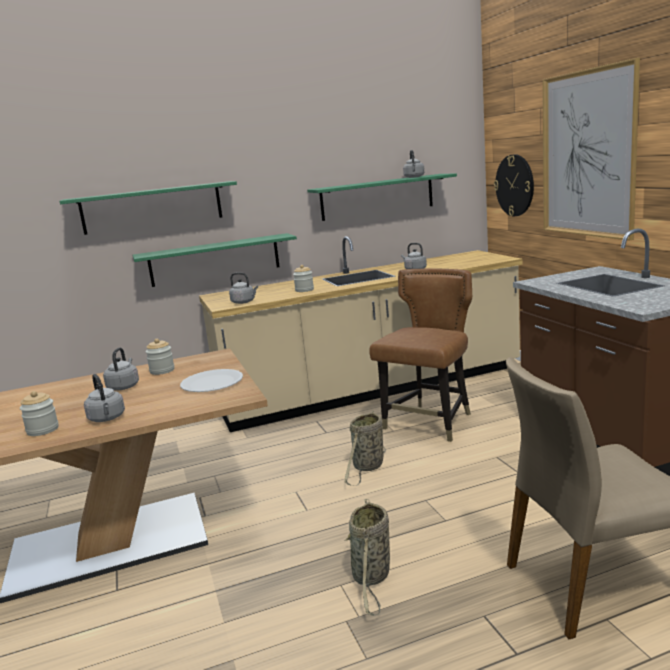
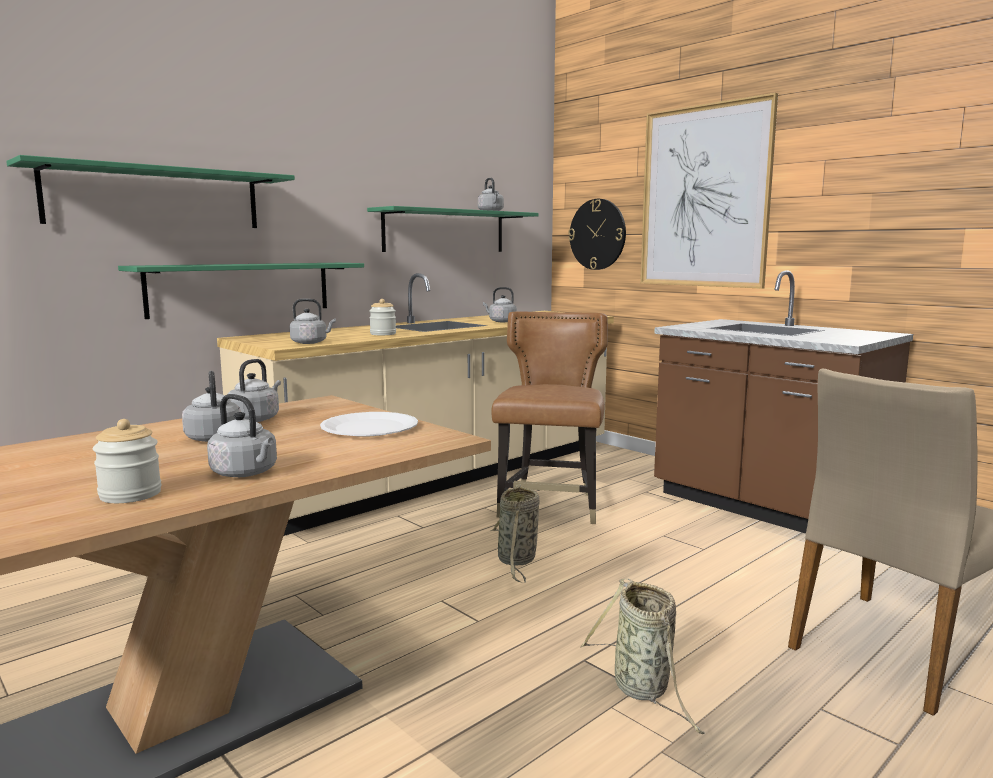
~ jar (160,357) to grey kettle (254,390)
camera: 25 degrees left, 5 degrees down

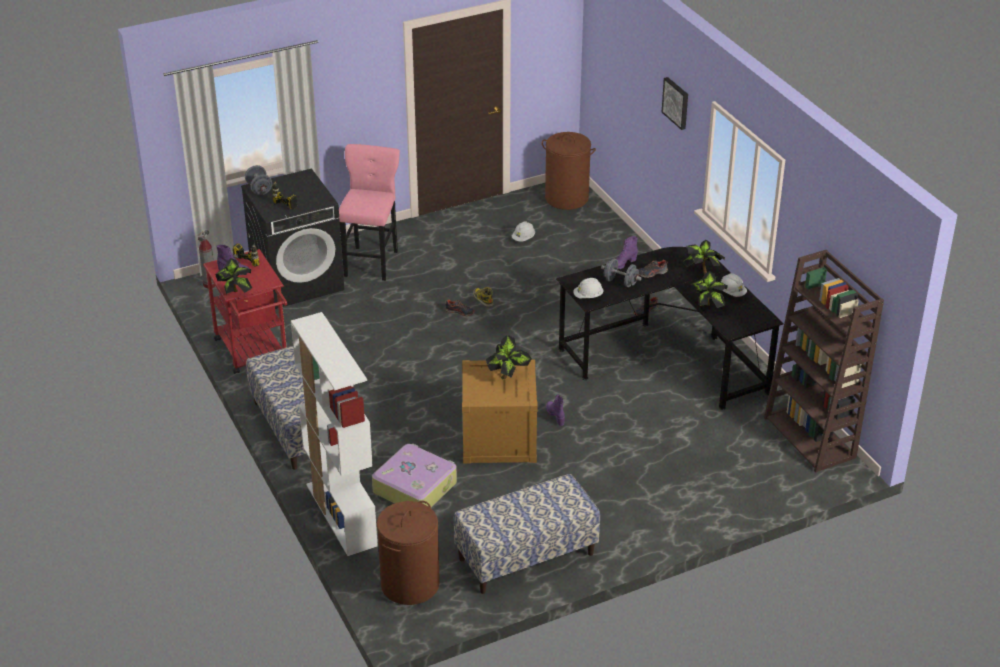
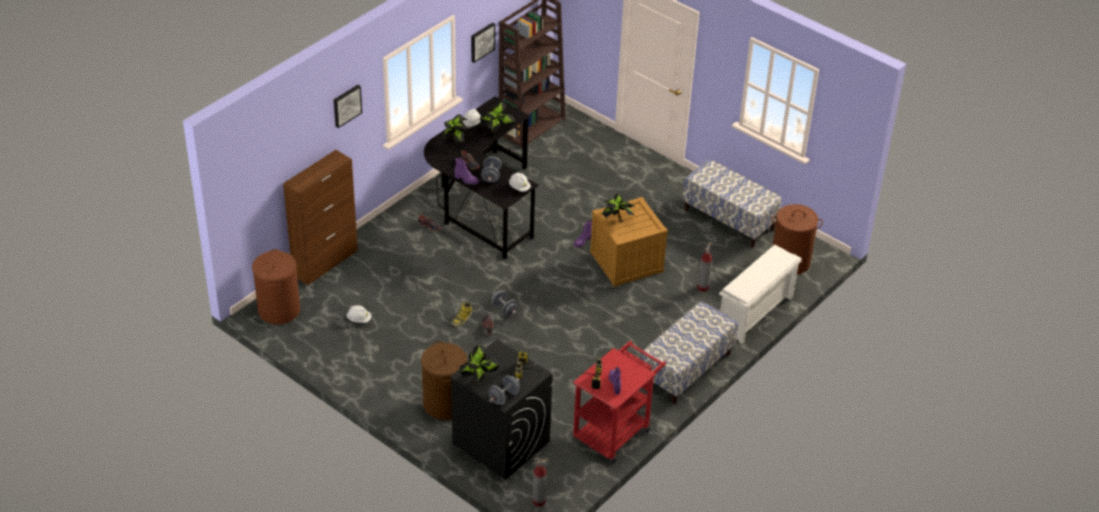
+ brown cabinet (320,217)
~ pink stool (369,212) to brown laundry basket (444,380)
~ potted plant (233,276) to (479,363)
+ picture (483,43)
+ grey dumbbell (505,303)
~ suitcase (414,475) to fire extinguisher (704,266)
~ white bookcase (334,434) to white shoe rack (760,294)
camera: 115 degrees left, 5 degrees up

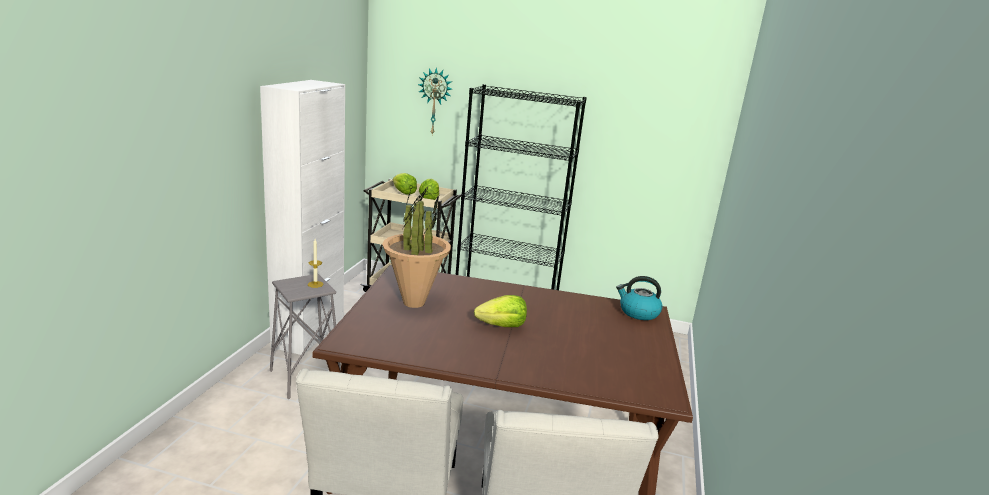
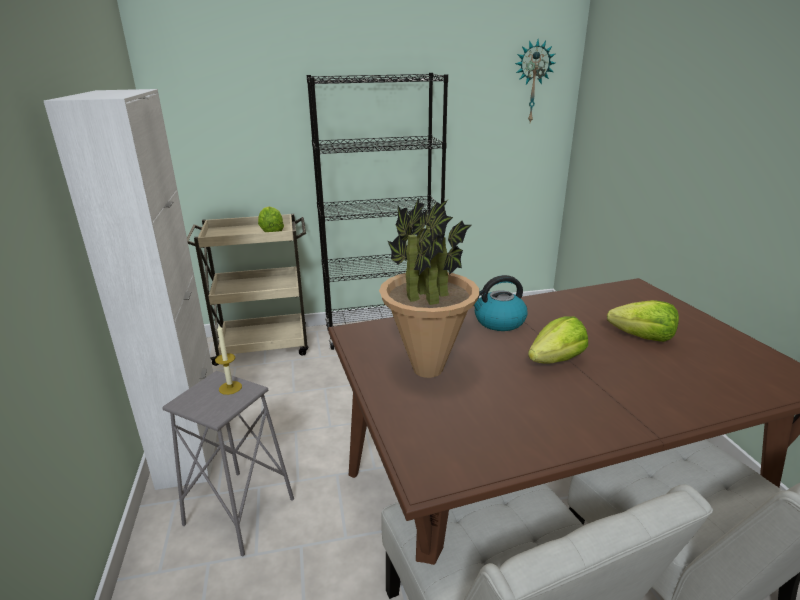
~ kettle (639,298) to (501,303)
~ wall clock (435,101) to (535,80)
~ lettuce (405,184) to (643,321)
camera: 25 degrees left, 5 degrees up

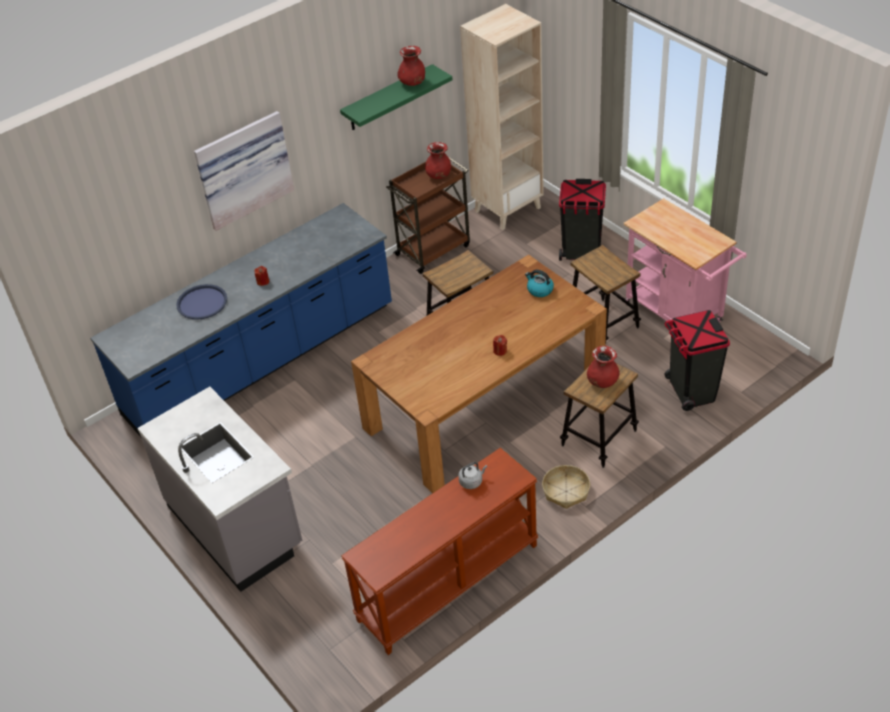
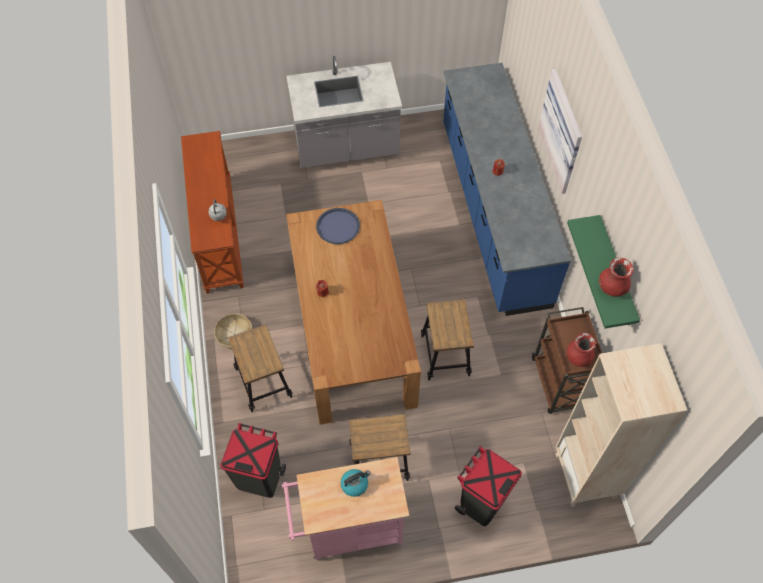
~ blue tray (201,302) to (338,226)
~ kettle (539,283) to (356,483)
- red vase (603,367)
camera: 115 degrees right, 15 degrees up

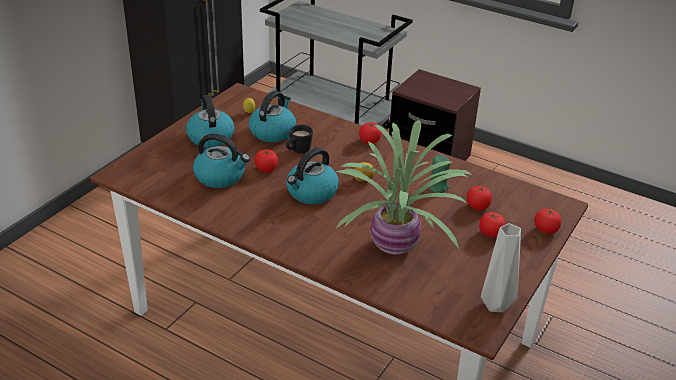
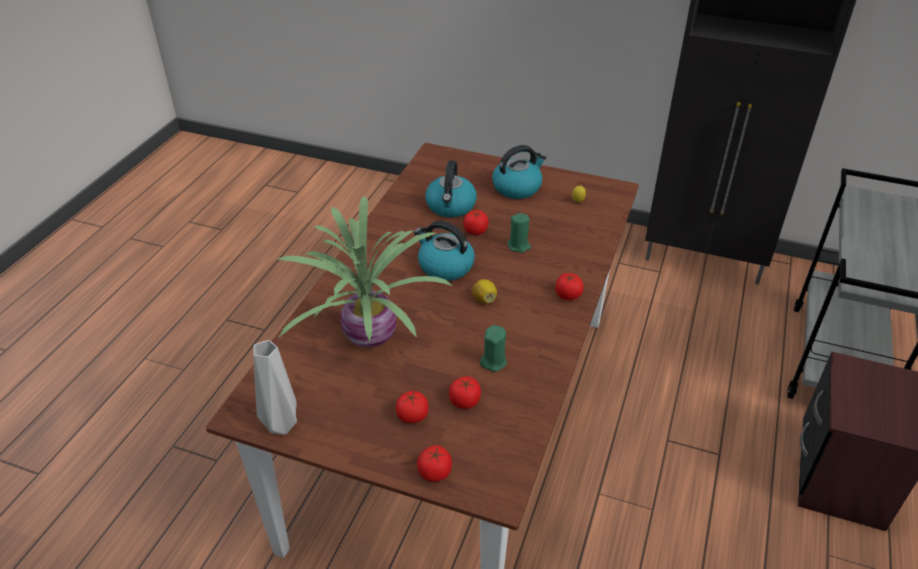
~ black mug (299,139) to green candle (519,233)
- kettle (272,116)
camera: 80 degrees right, 5 degrees up

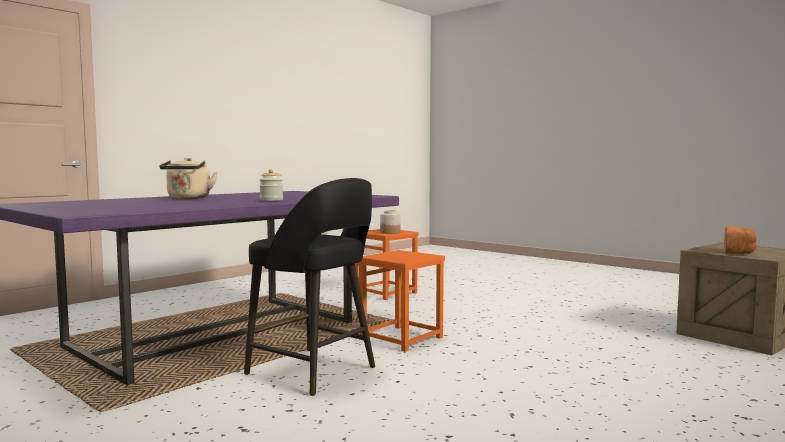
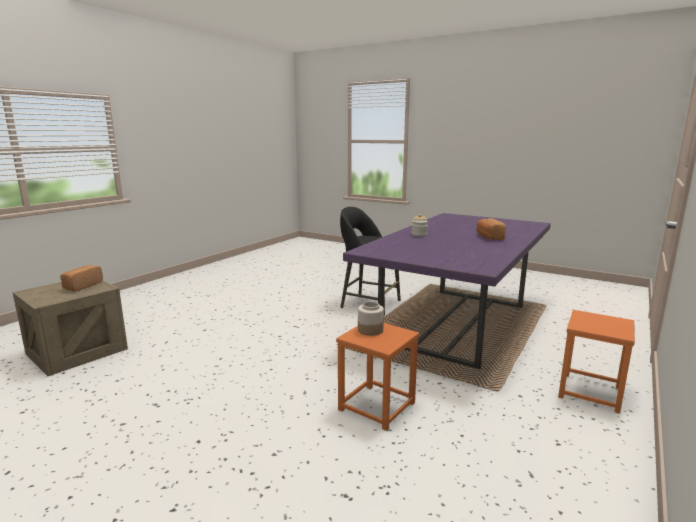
~ beige kettle (189,178) to bread (491,229)
~ orange stool (402,301) to (596,362)
camera: 170 degrees right, 10 degrees up

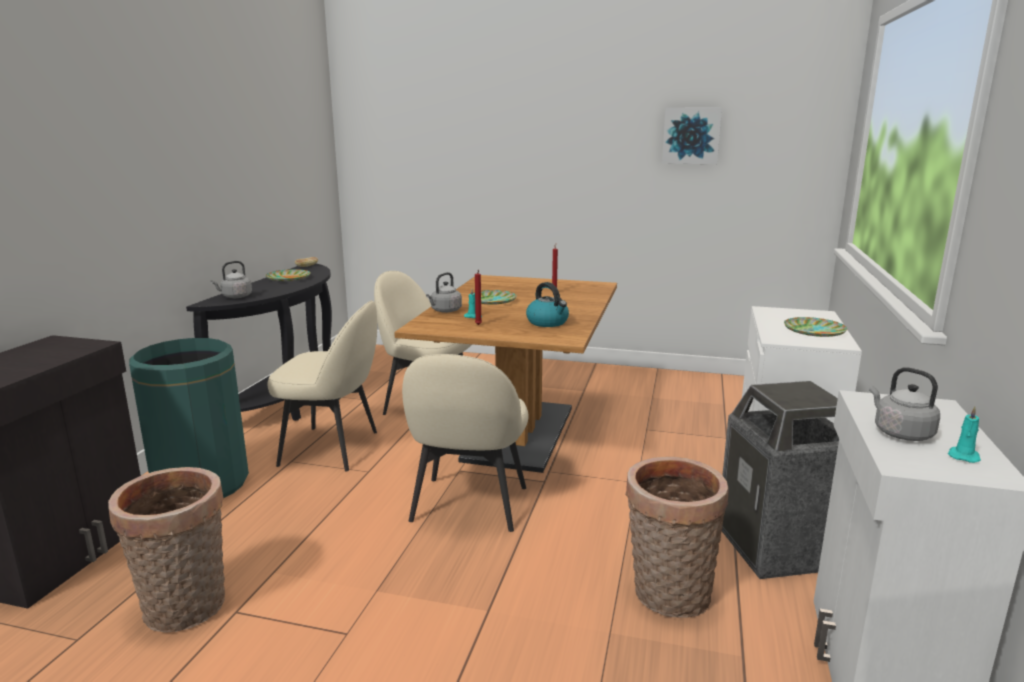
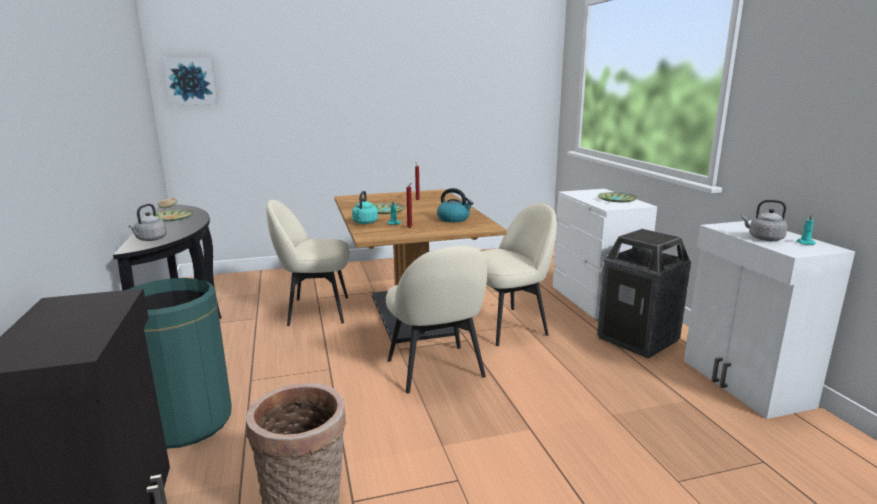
~ picture (692,135) to (190,81)
~ grey kettle (444,292) to turquoise kettle (365,207)
~ beige chair (322,385) to (519,274)
- basket (677,537)
camera: 30 degrees left, 0 degrees up

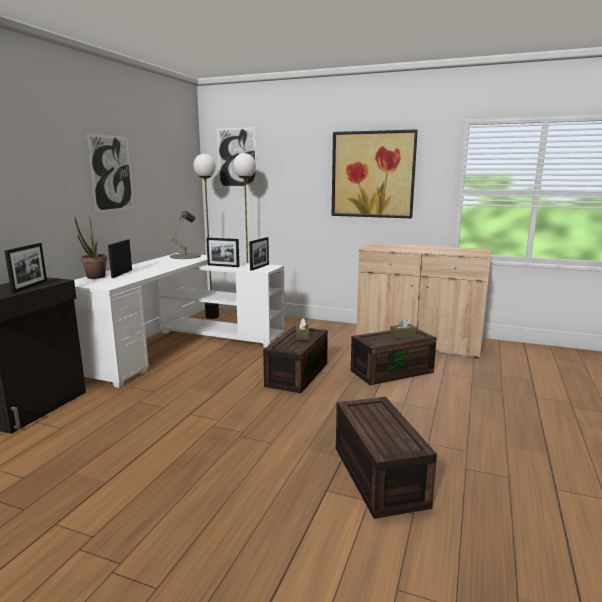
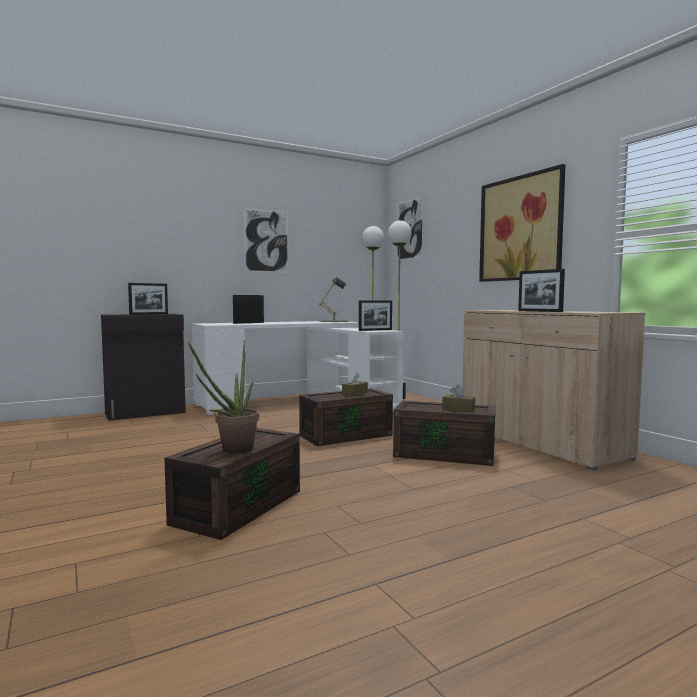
~ potted plant (90,246) to (223,397)
~ picture frame (222,252) to (541,290)
camera: 40 degrees right, 10 degrees down

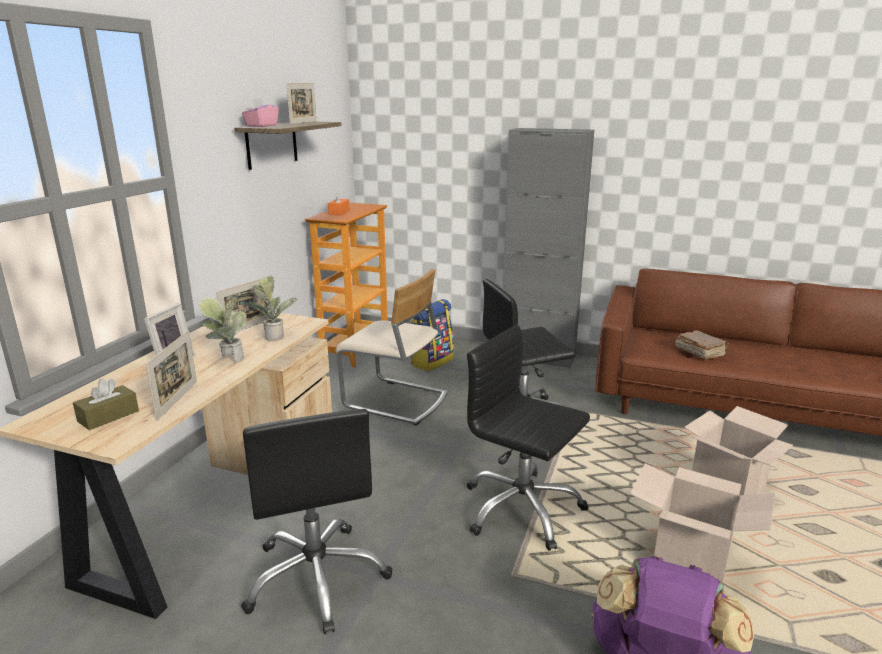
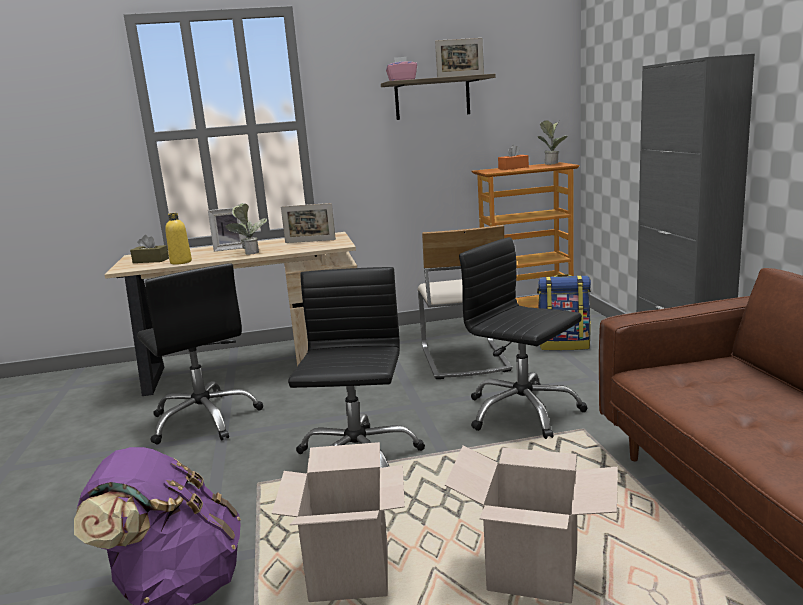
~ black office chair (316,521) = (200,354) 75 degrees counterclockwise
~ picture frame (171,375) to yellow bottle (178,239)
~ potted plant (271,308) to (553,142)
- brown book (702,345)
camera: 60 degrees right, 5 degrees down

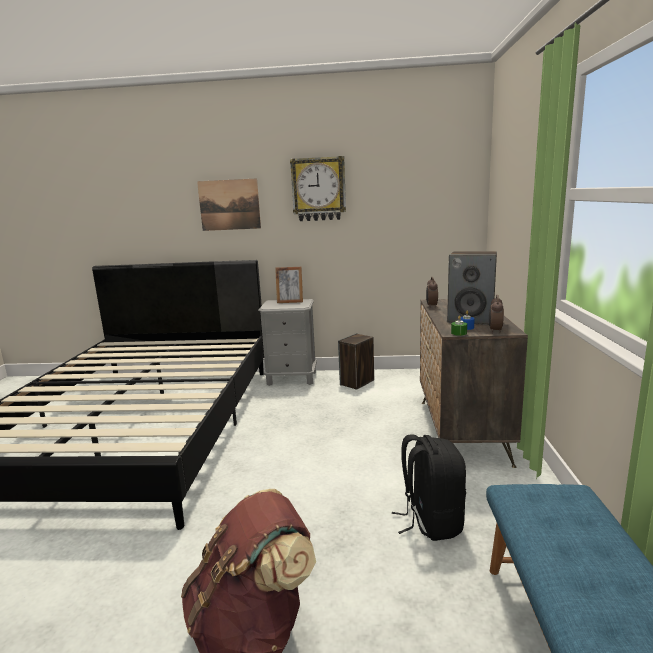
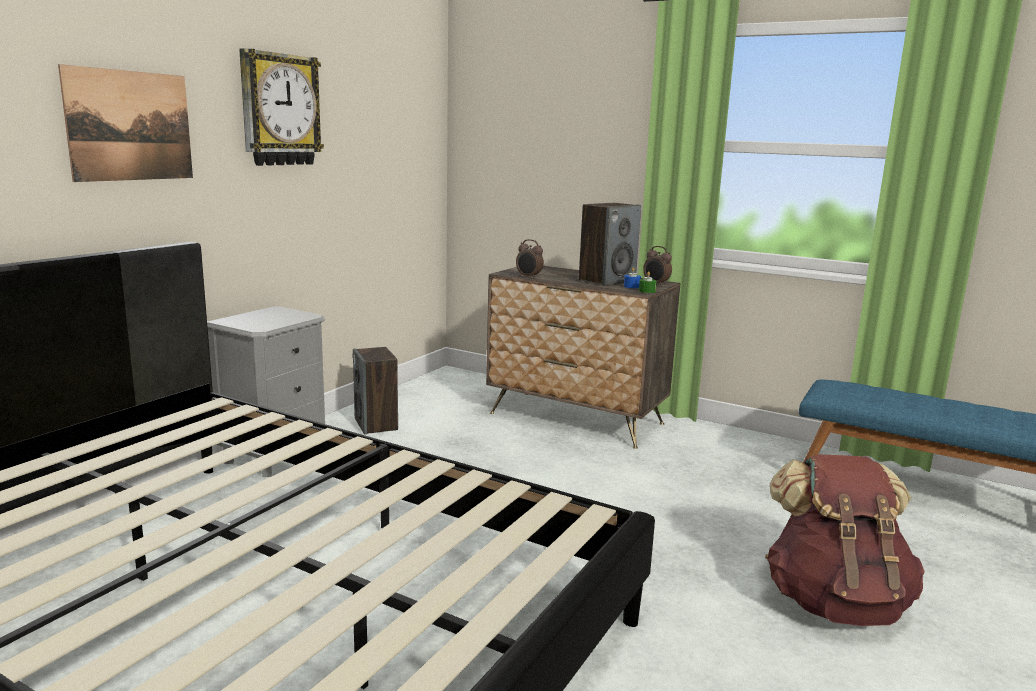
- picture frame (289,285)
- black backpack (429,487)
camera: 65 degrees left, 0 degrees up

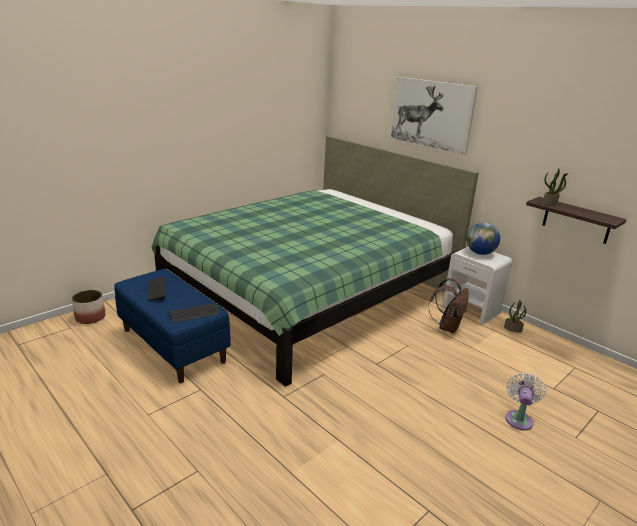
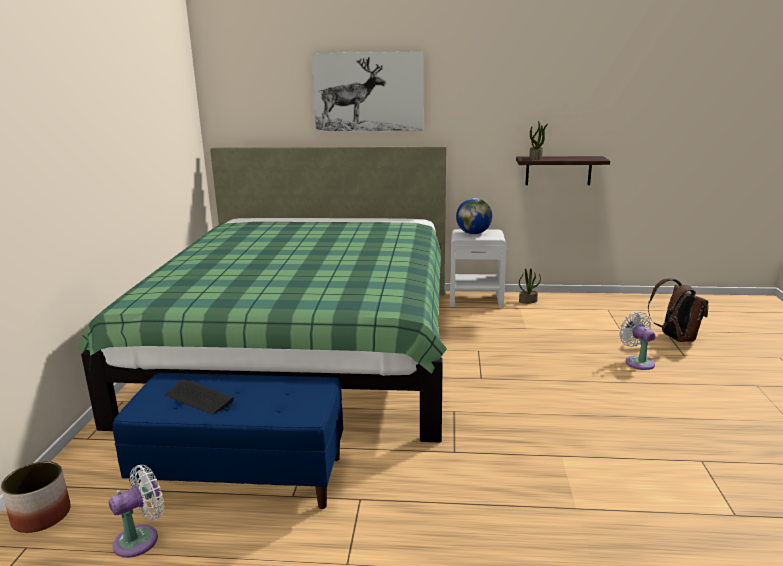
+ white fan (137,511)
~ brown backpack (448,305) to (678,310)
- keyboard (195,313)
camera: 40 degrees left, 5 degrees down

